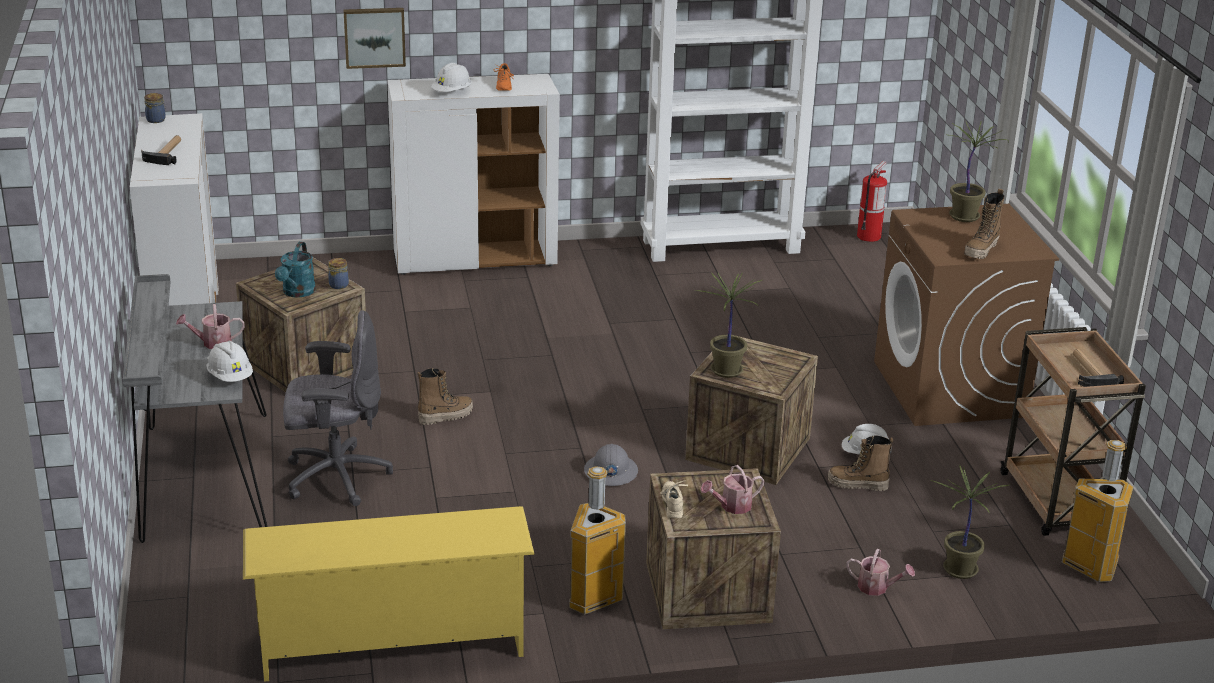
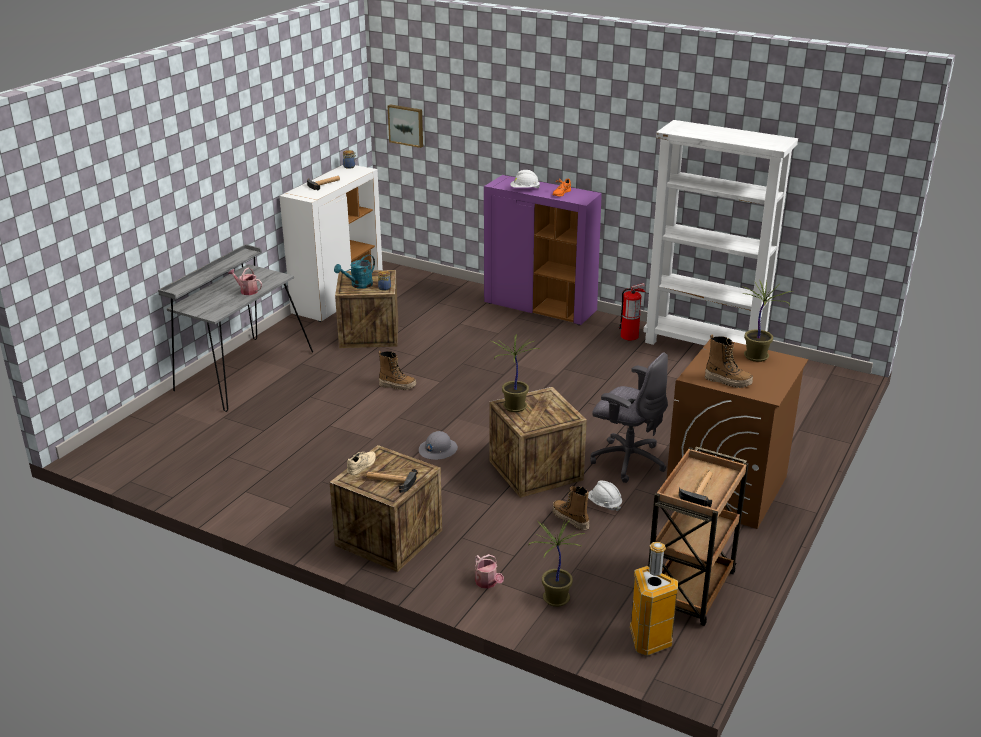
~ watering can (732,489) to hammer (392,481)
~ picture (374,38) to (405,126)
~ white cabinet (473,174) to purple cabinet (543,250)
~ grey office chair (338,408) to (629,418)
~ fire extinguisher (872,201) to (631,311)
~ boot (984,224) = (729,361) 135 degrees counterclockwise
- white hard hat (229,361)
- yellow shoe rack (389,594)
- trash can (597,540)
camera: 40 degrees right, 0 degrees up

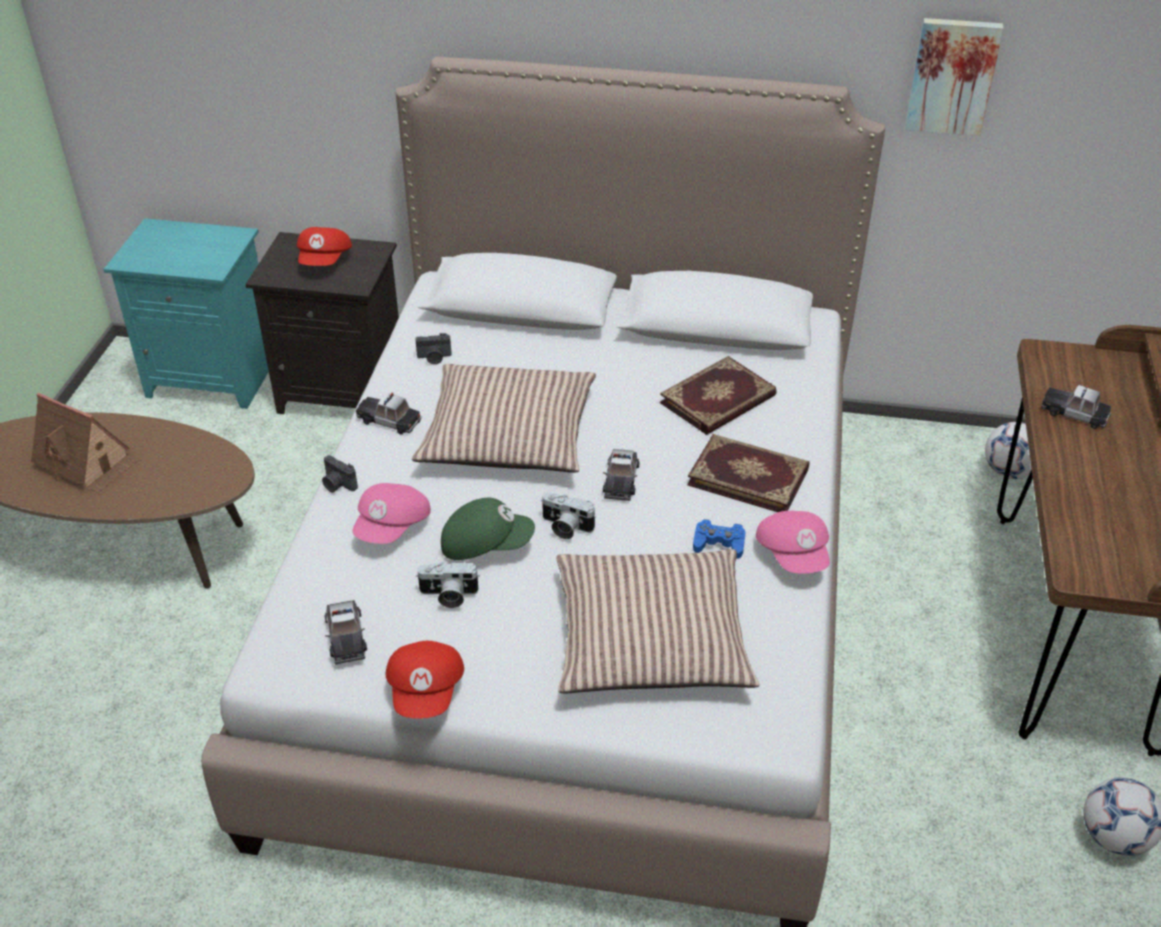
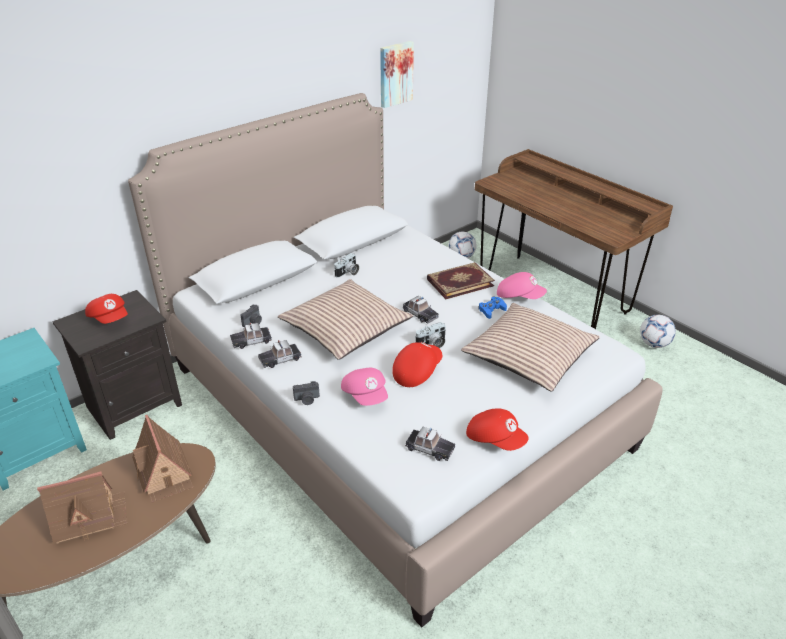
+ toy house (162,459)
~ toy car (1076,407) to (251,336)
~ photo camera (448,585) to (346,265)
~ green cap (488,529) to red cap (417,364)
- book (718,395)
camera: 50 degrees left, 5 degrees down

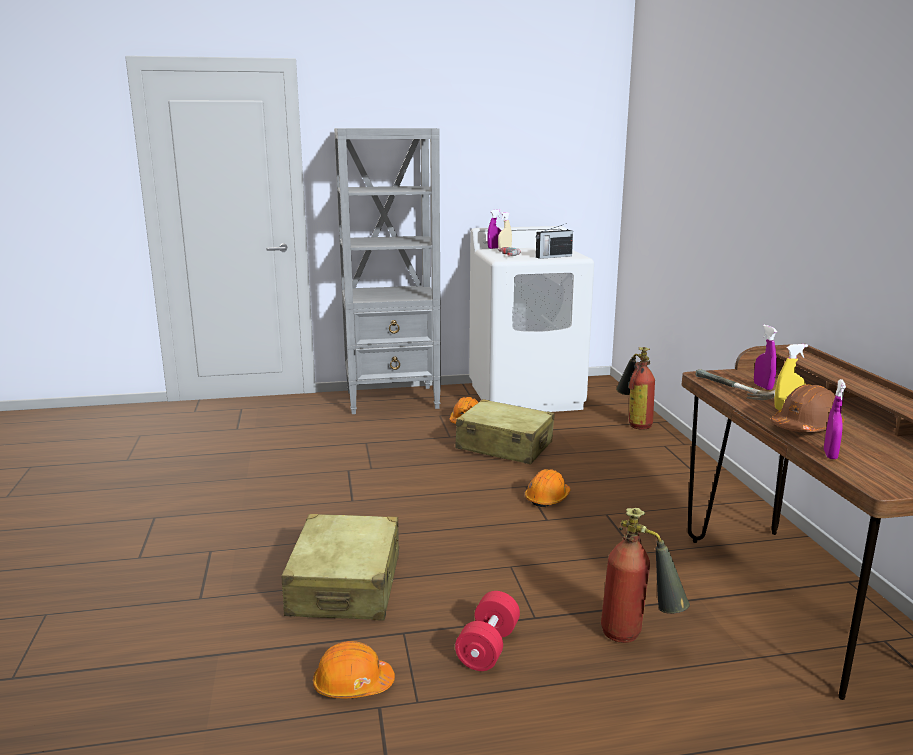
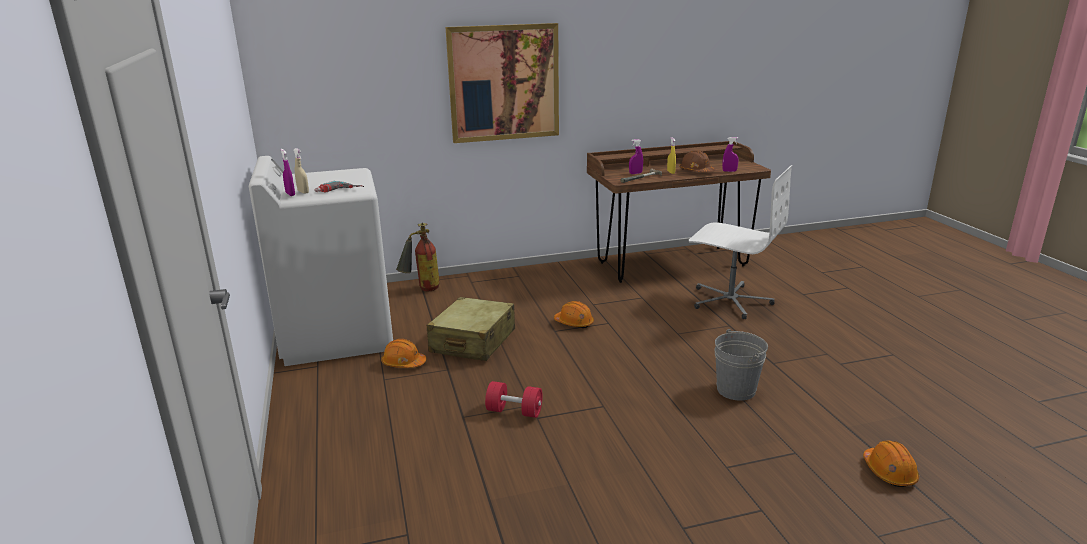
+ picture (502,83)
~ red dumbbell (487,631) to (513,399)
~ fire extinguisher (645,575) to white office chair (740,242)
~ beige suitcase (340,567) to grey bucket (741,365)
~ orange hard hat (354,669) to (891,463)
- grey bookcase (387,271)
- radio (554,241)
camera: 95 degrees left, 5 degrees up

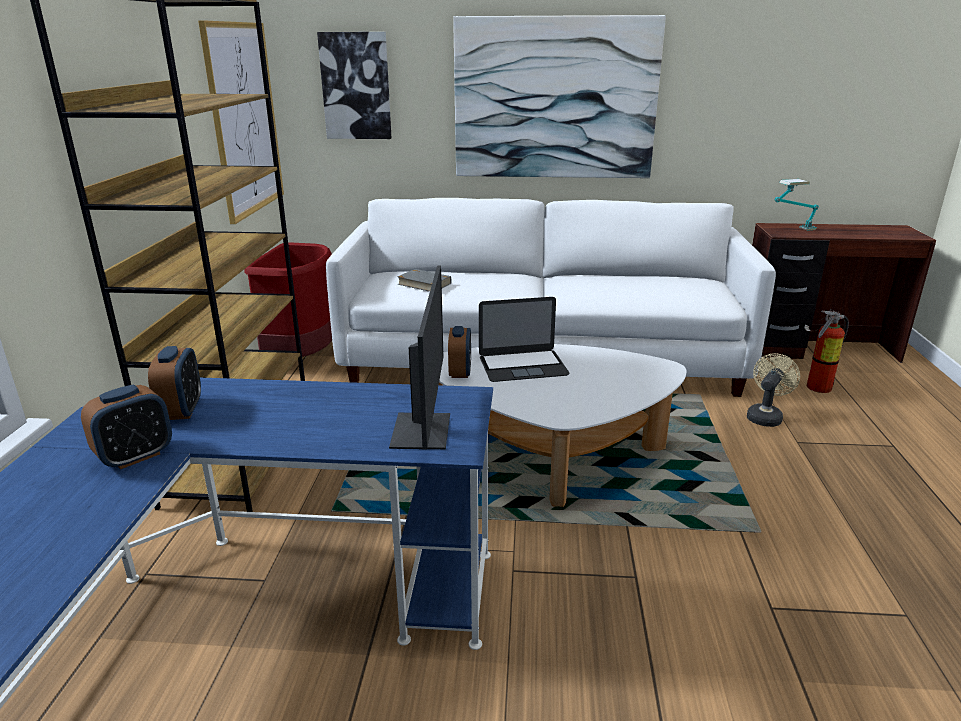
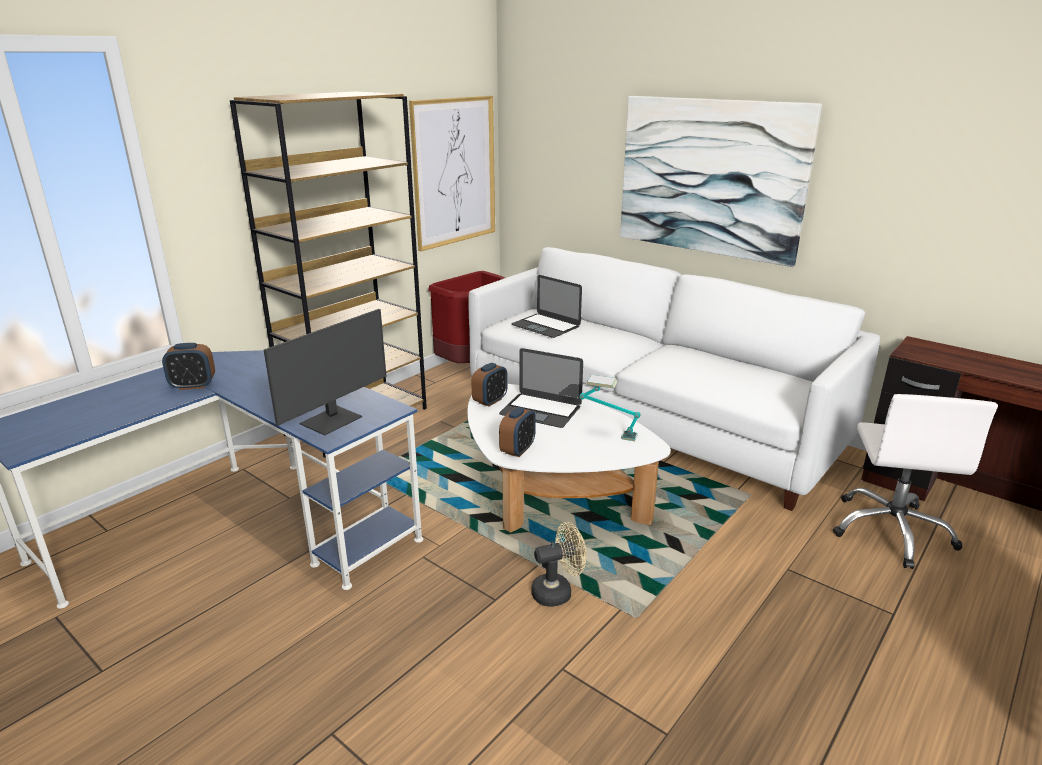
~ alarm clock (174,383) to (517,432)
~ grey book (424,280) to laptop (546,306)
~ beige fan (773,390) to (558,564)
~ table lamp (797,205) to (610,408)
~ fire extinguisher (826,351) to white office chair (915,481)
- picture (354,85)
camera: 35 degrees right, 0 degrees up

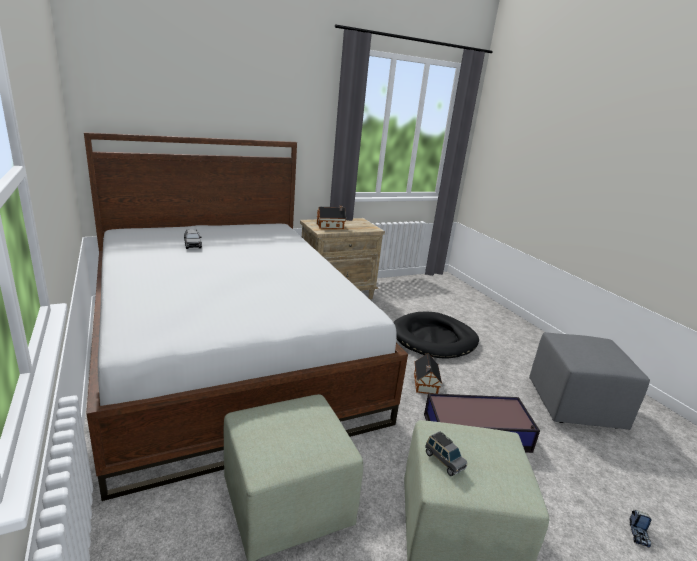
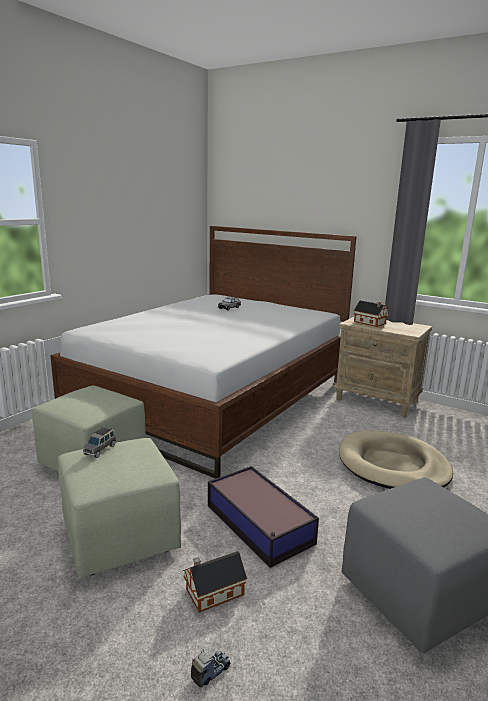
~ toy house (428,374) to (215,582)
~ toy truck (640,529) = (211,668) 150 degrees clockwise
~ black dog bed (436,335) to beige dog bed (396,460)
camera: 60 degrees right, 5 degrees down

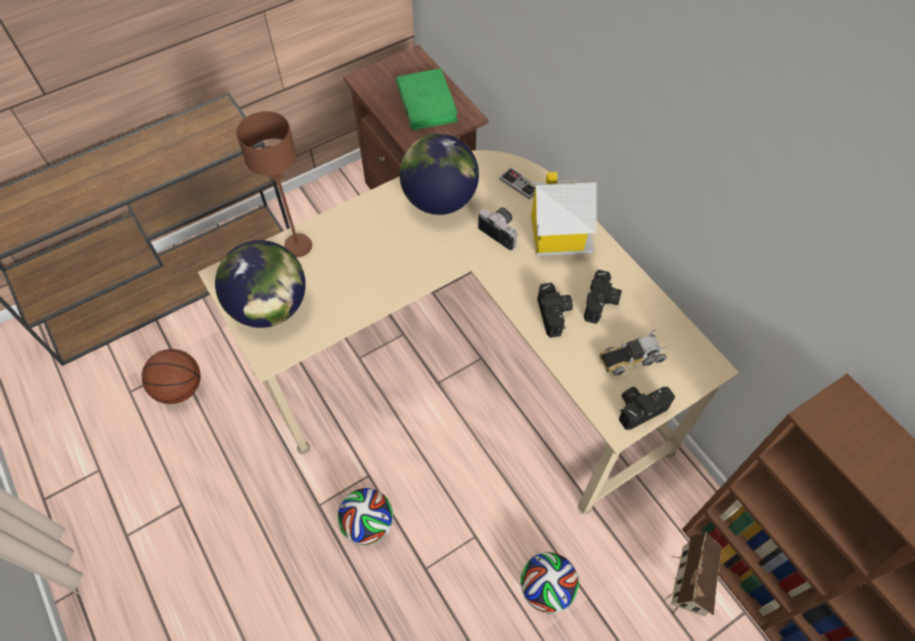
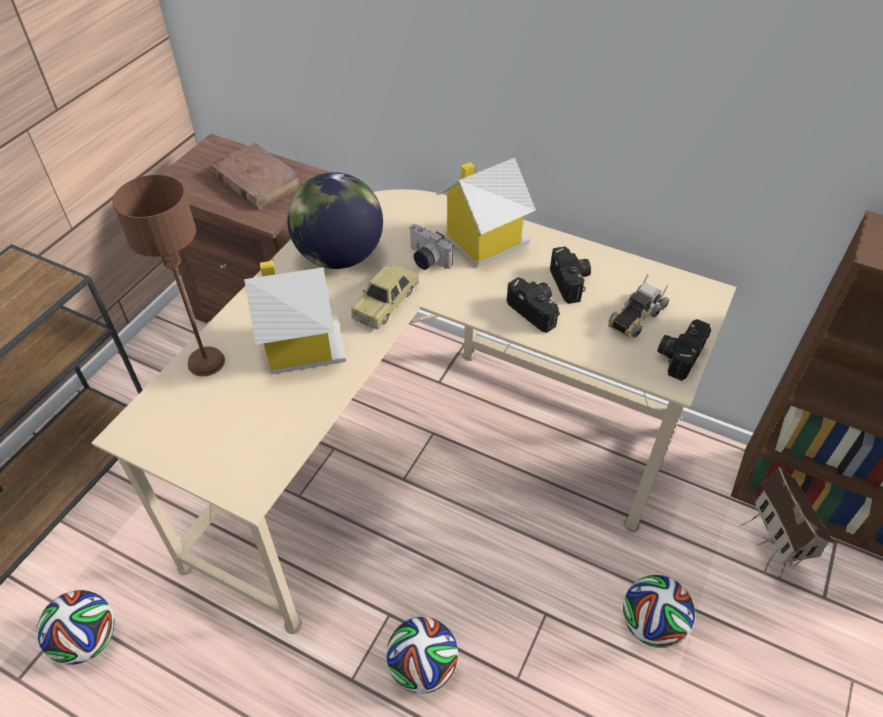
~ basketball (171,376) to football (76,627)
~ green book (427,99) to brown book (256,176)
+ toy house (295,317)
+ toy car (385,296)
~ photo camera (498,228) = (431,247) 150 degrees counterclockwise
- globe (260,284)
- game controller (517,184)
camera: 30 degrees left, 10 degrees down

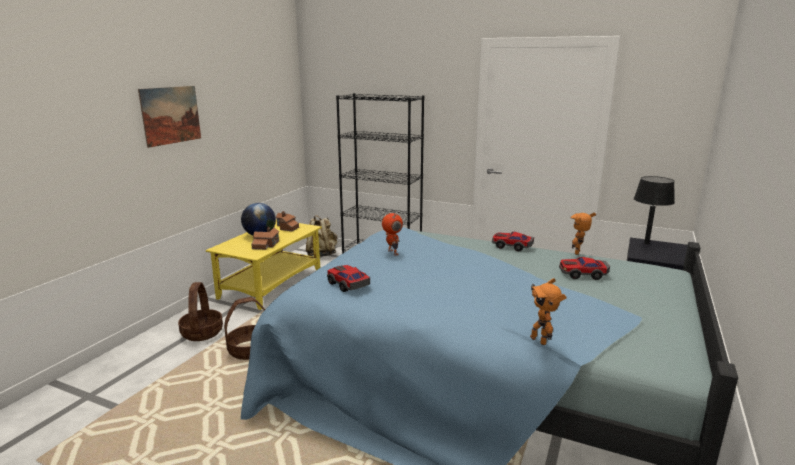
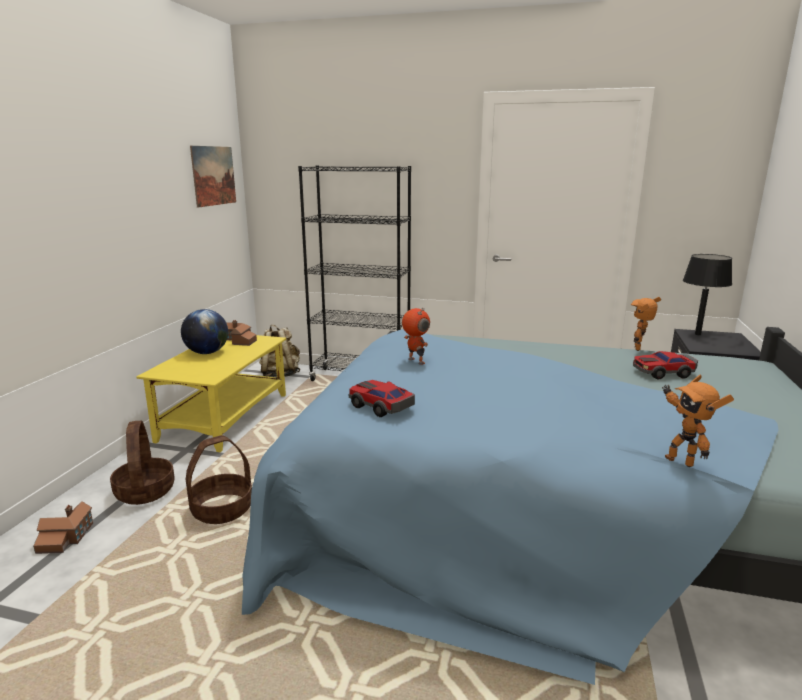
~ toy house (265,238) to (63,527)
~ picture (169,117) to (213,177)
- toy car (513,241)
camera: 10 degrees left, 0 degrees up

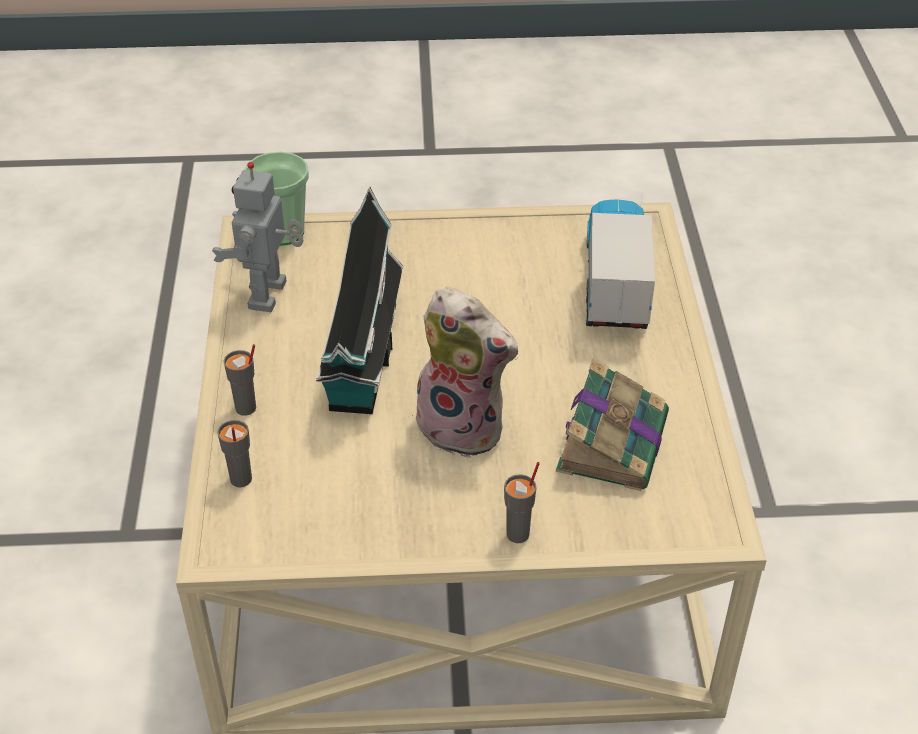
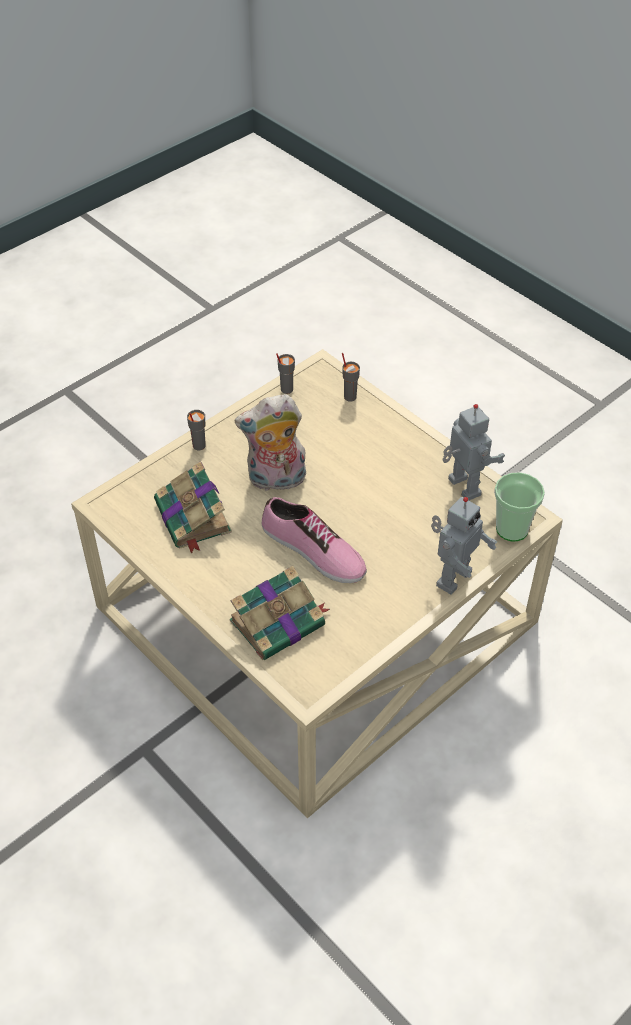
~ toy truck (620,264) to book (279,613)
+ shoe (314,540)
~ grey cup (239,380) to (285,373)
+ toy robot (464,546)
- toy house (360,300)
camera: 140 degrees right, 5 degrees up

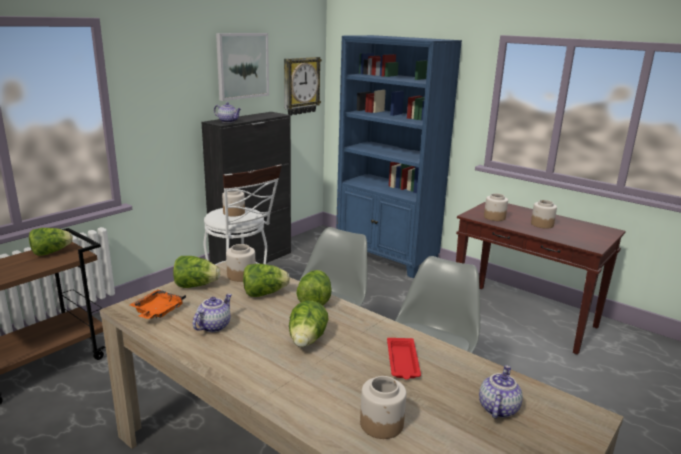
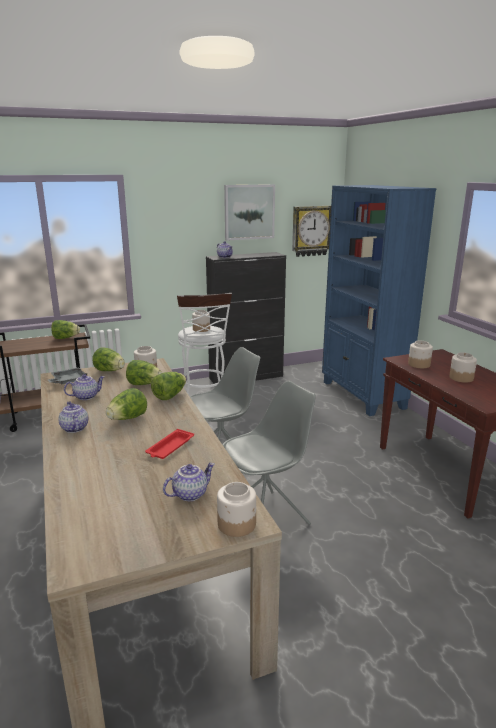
~ orange tray (158,304) to grey tray (67,375)
+ teapot (73,417)
~ jar (383,407) to (236,509)
camera: 30 degrees right, 0 degrees up

